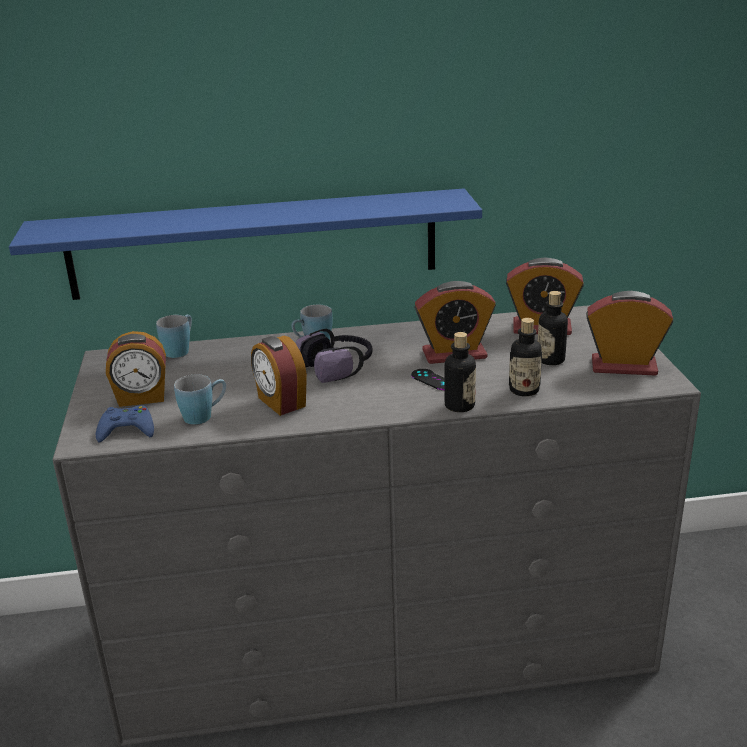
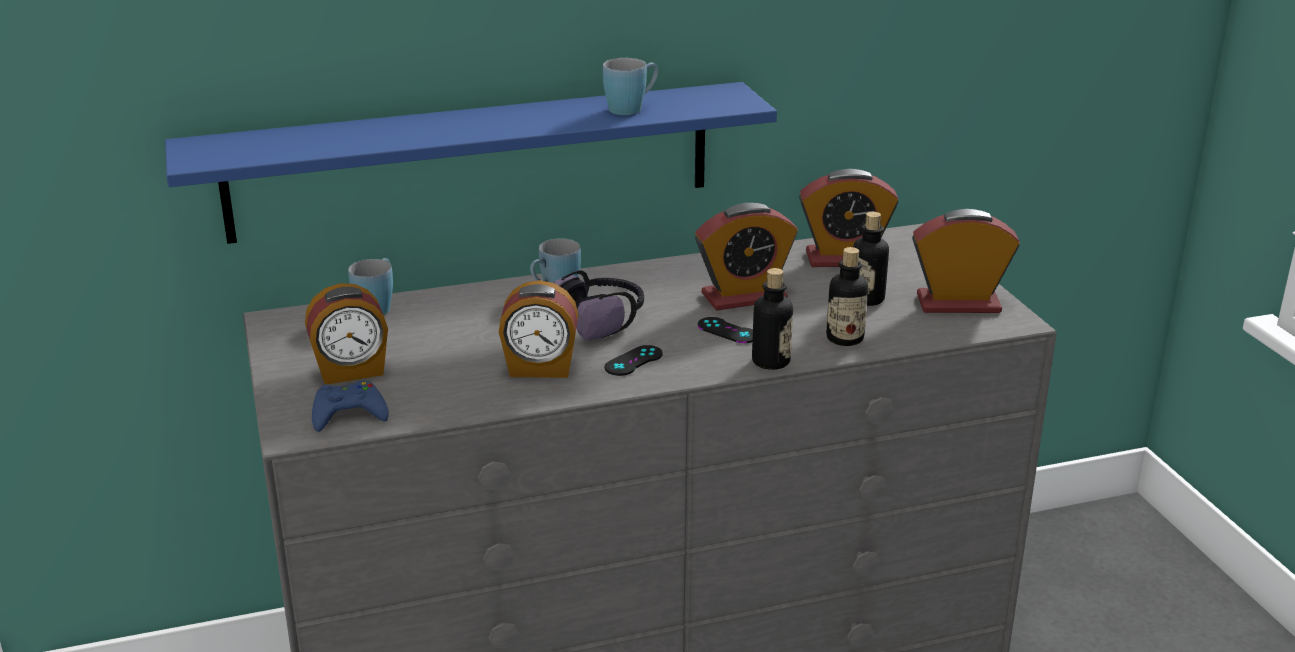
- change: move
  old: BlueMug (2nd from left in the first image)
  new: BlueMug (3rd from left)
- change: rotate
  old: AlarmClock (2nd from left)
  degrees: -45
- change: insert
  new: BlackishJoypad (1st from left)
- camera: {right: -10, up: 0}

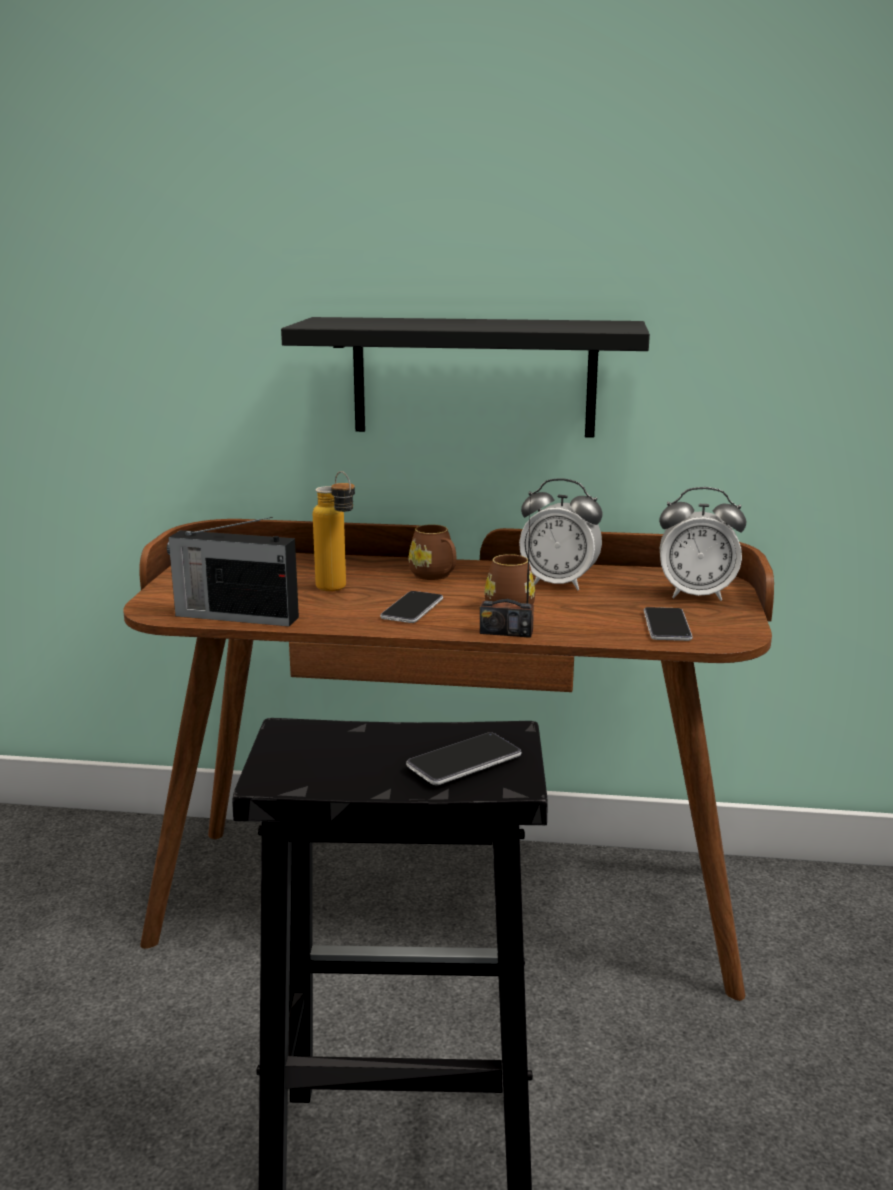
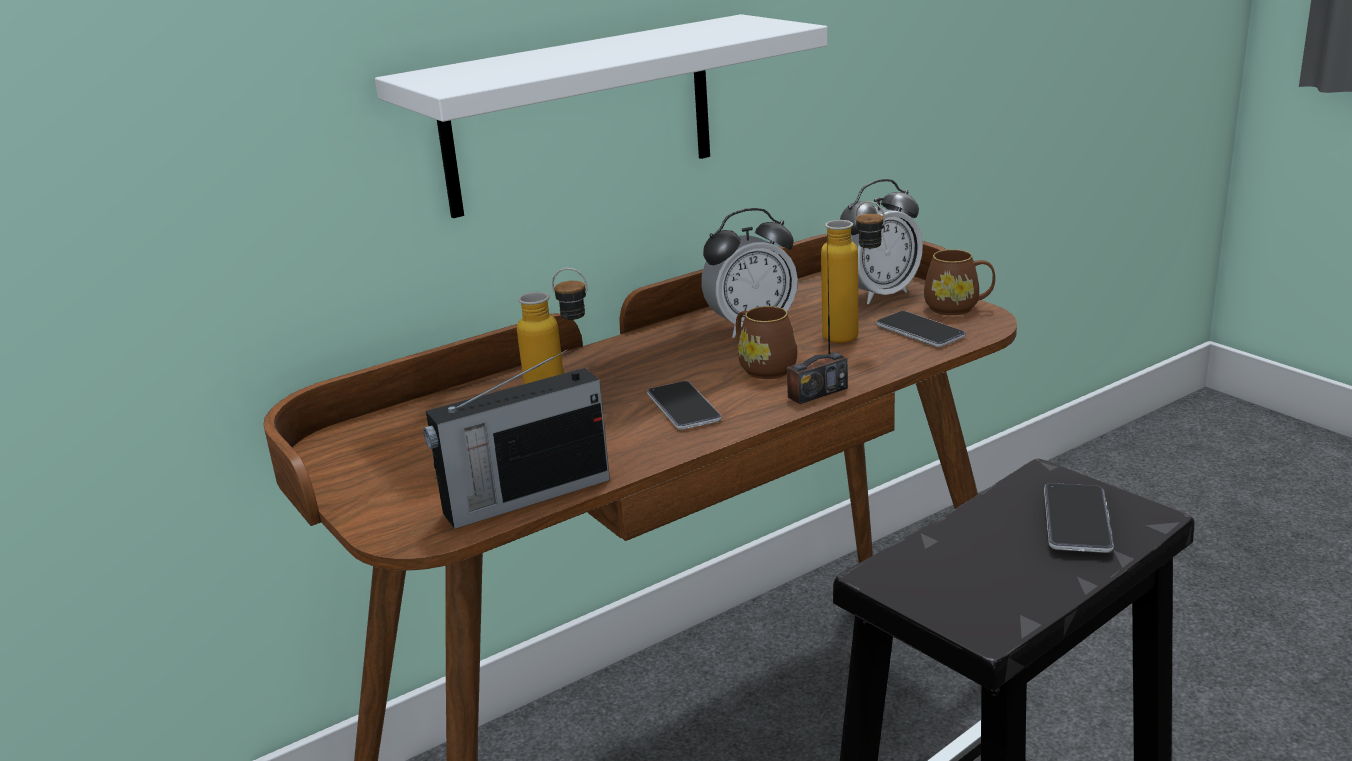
- change: recolor
  old: BlackishBracketShelf
  new: WhitishBracketShelf
- change: move
  old: BrownishMug (1st from left in the first image)
  new: BrownishMug (2nd from left)
- change: insert
  new: Bottle (2nd from left)
- camera: {right: -40, up: 5}

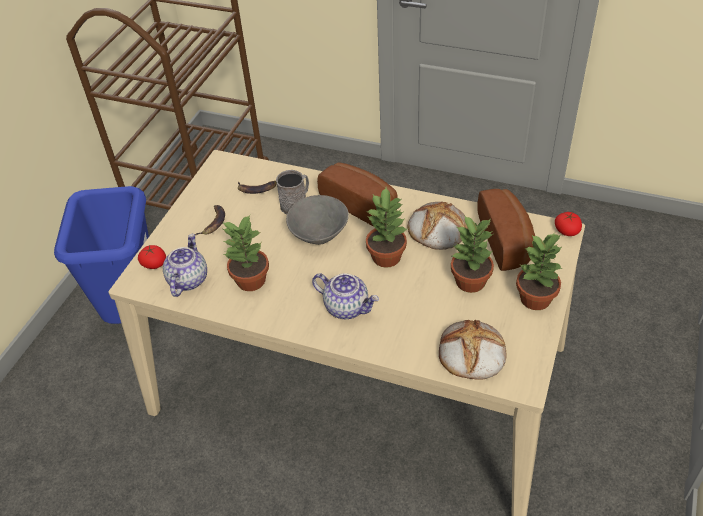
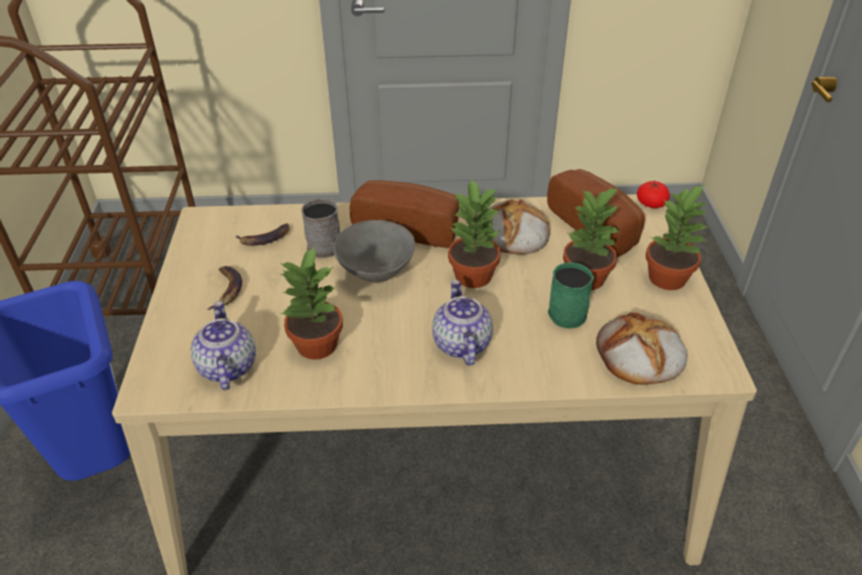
- change: delete
  old: Tomato (1st from left)
- change: rotate
  old: TeaPot (2nd from left)
  degrees: -105
- change: insert
  new: GreenColouredMug
- camera: {right: -25, up: -5}

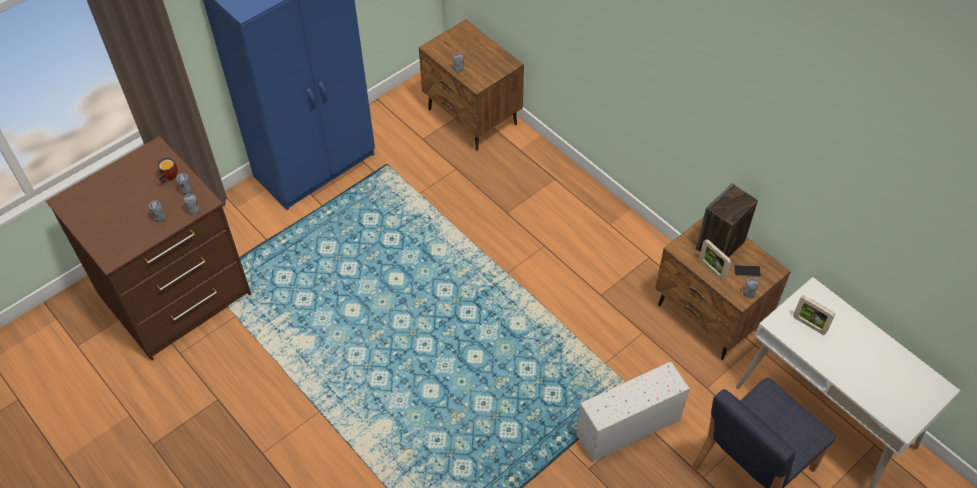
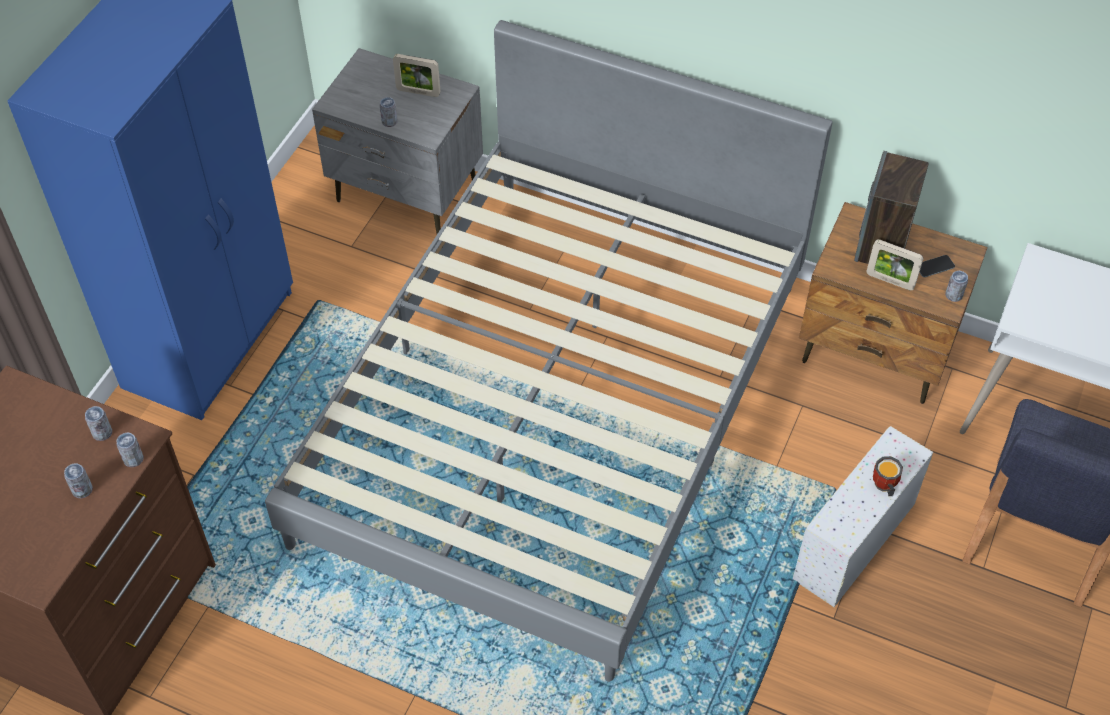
- change: move
  old: Mug
- change: recolor
  old: BrownishBedsideTable (1st from left)
  new: GrayBedsideTable
- change: move
  old: PhotoFrame (2nd from left in the first image)
  new: PhotoFrame (1st from left)
- change: insert
  new: GraySleepingBed
- camera: {right: -25, up: 0}

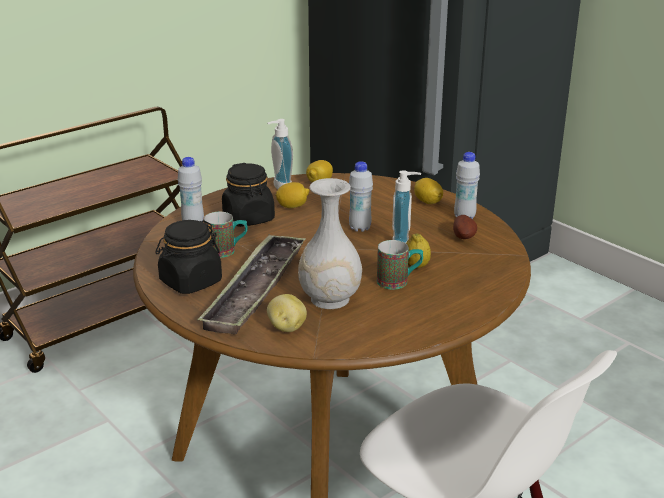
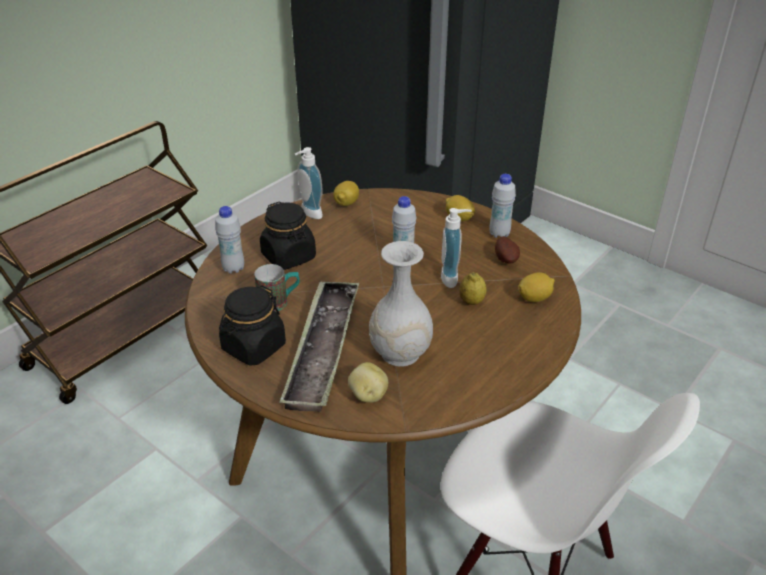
- change: move
  old: Lemon (1st from left in the first image)
  new: Lemon (4th from left)
- change: delete
  old: Mug (2nd from left)
- camera: {right: -10, up: 10}

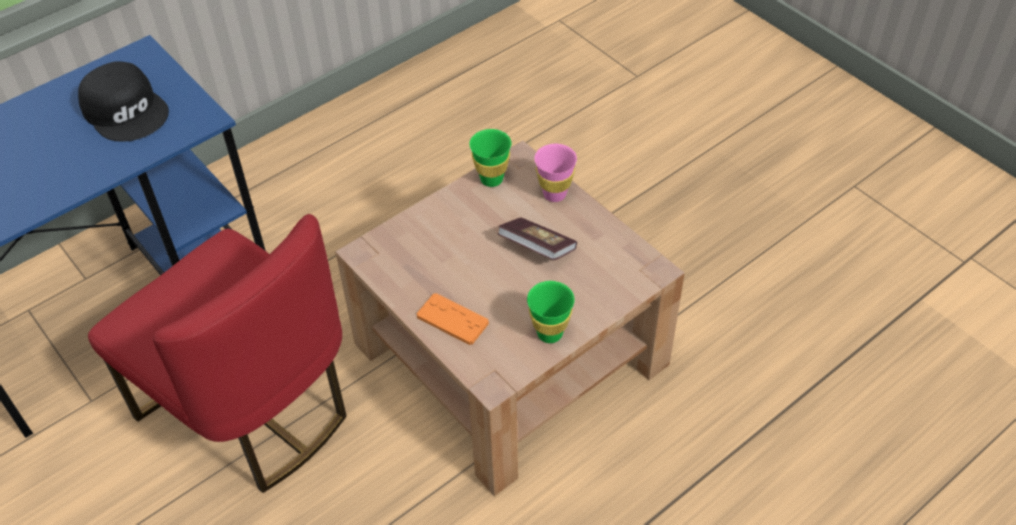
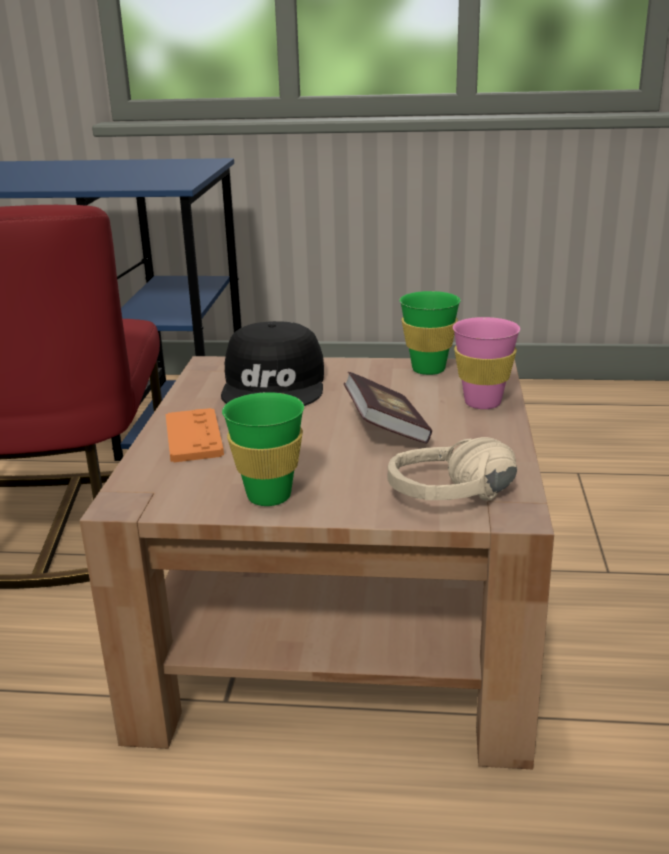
- change: move
  old: BlackishBaseballCap
- change: insert
  new: BeigePairOfHeadphones
- camera: {right: 45, up: -25}

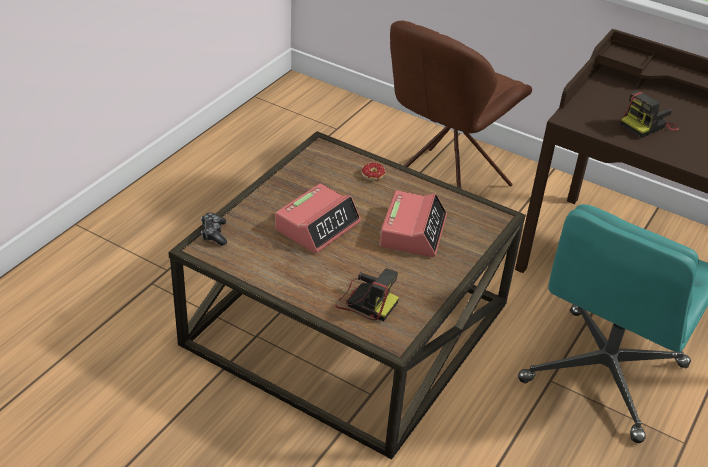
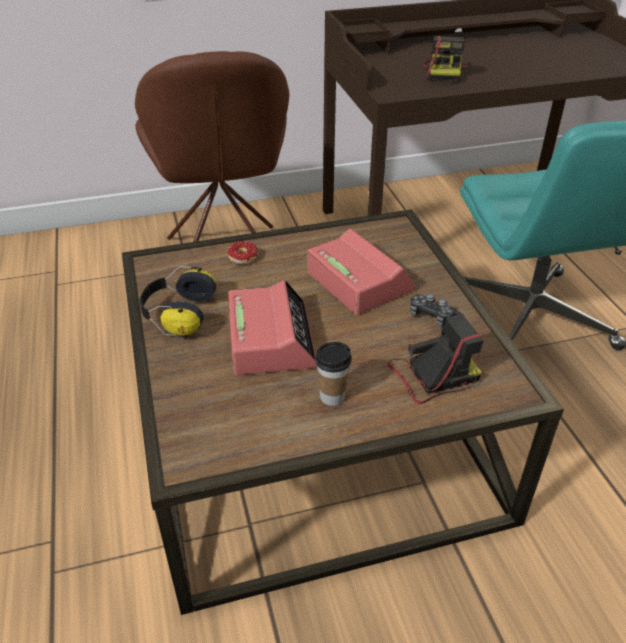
- change: move
  old: Joypad
- change: insert
  new: PairOfHeadphones
- change: insert
  new: DrinkingCup
- camera: {right: -45, up: 0}

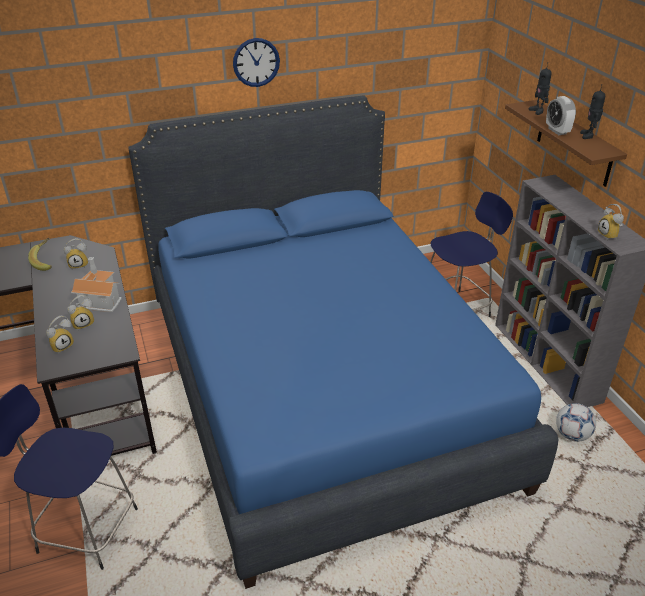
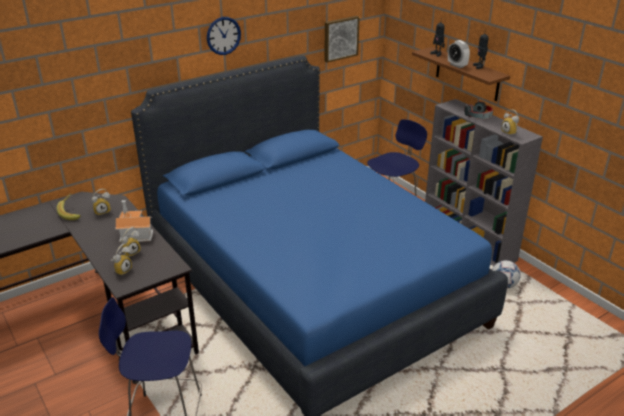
- change: insert
  new: WallPicture
- change: insert
  new: PairOfHeadphones
- camera: {right: -15, up: -5}

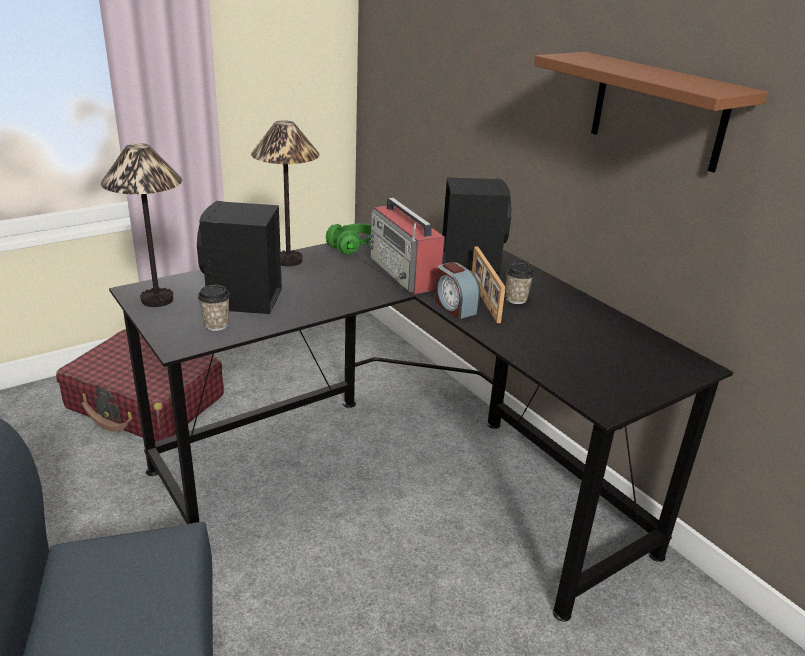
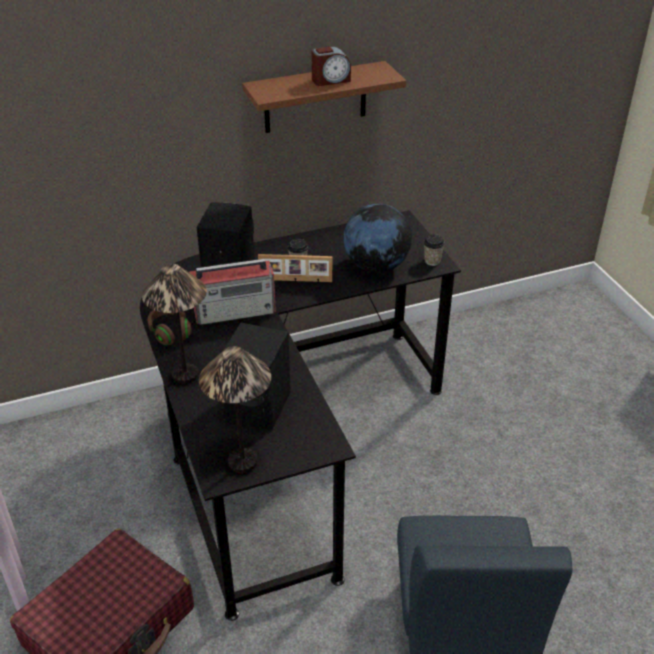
- change: move
  old: DrinkingCup (1st from left in the first image)
  new: DrinkingCup (2nd from left)
- change: recolor
  old: GreenColouredPairOfHeadphones
  new: BrownishPairOfHeadphones
- change: move
  old: AlarmClock
- change: insert
  new: Globe
- camera: {right: -75, up: 10}

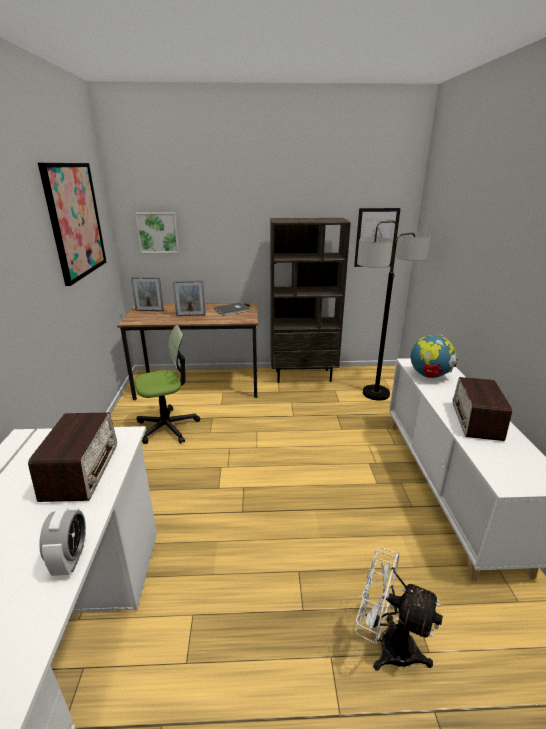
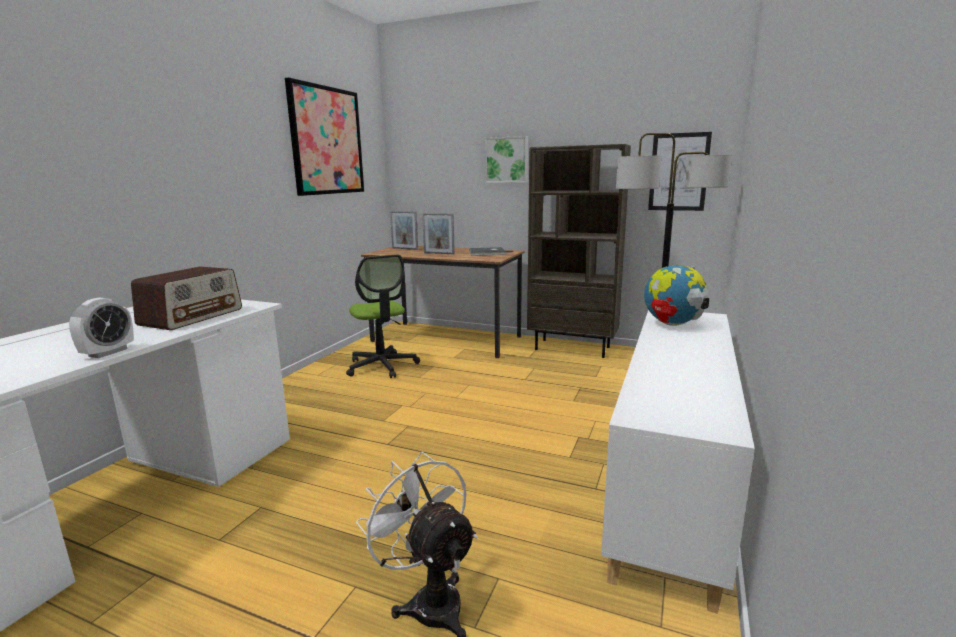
- change: move
  old: WallPicture (2nd from left)
- change: rotate
  old: OfficeChair
  degrees: 60
- change: delete
  old: Radio (2nd from left)
- camera: {right: 25, up: -10}

